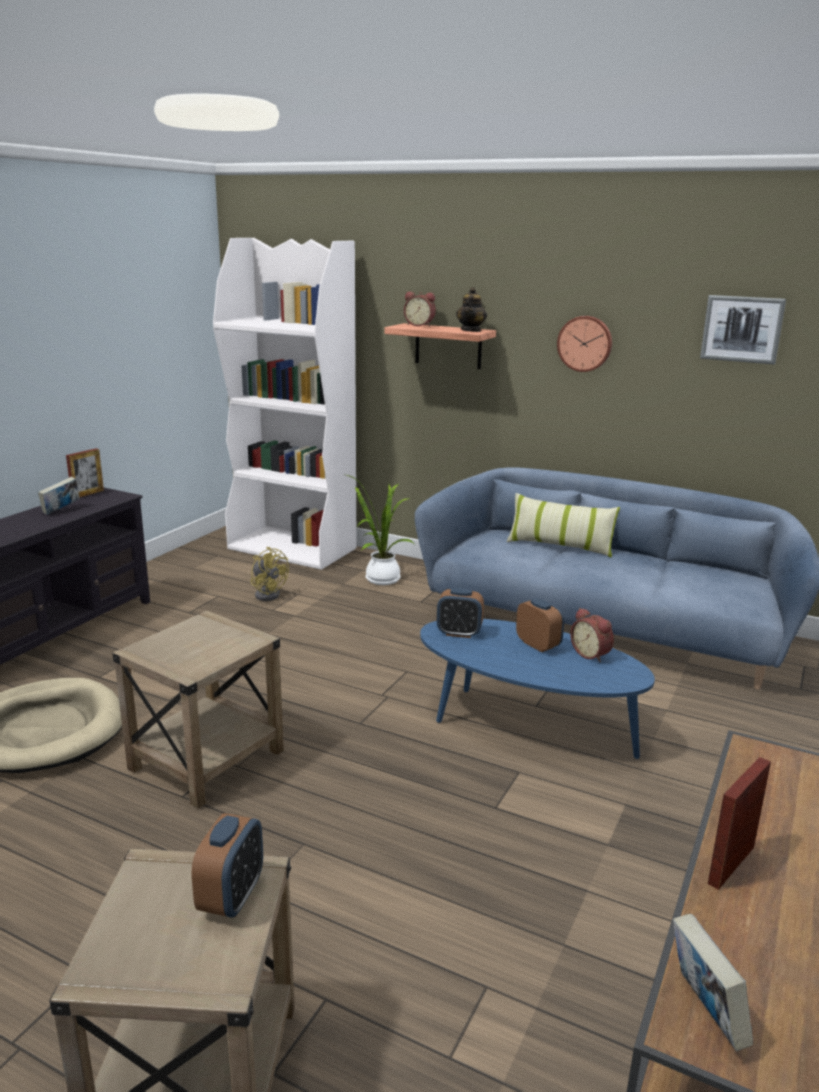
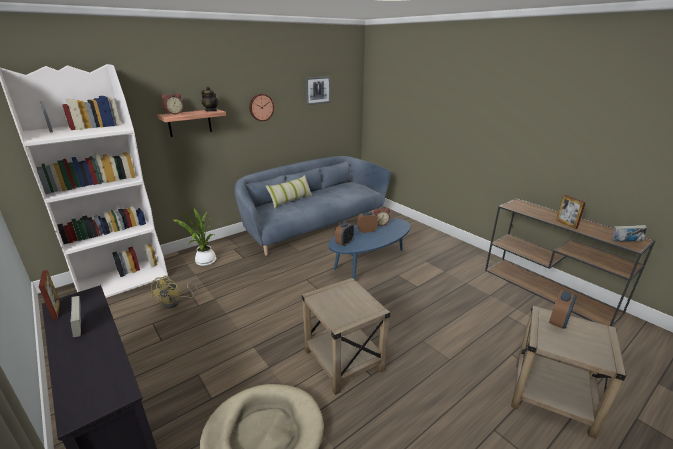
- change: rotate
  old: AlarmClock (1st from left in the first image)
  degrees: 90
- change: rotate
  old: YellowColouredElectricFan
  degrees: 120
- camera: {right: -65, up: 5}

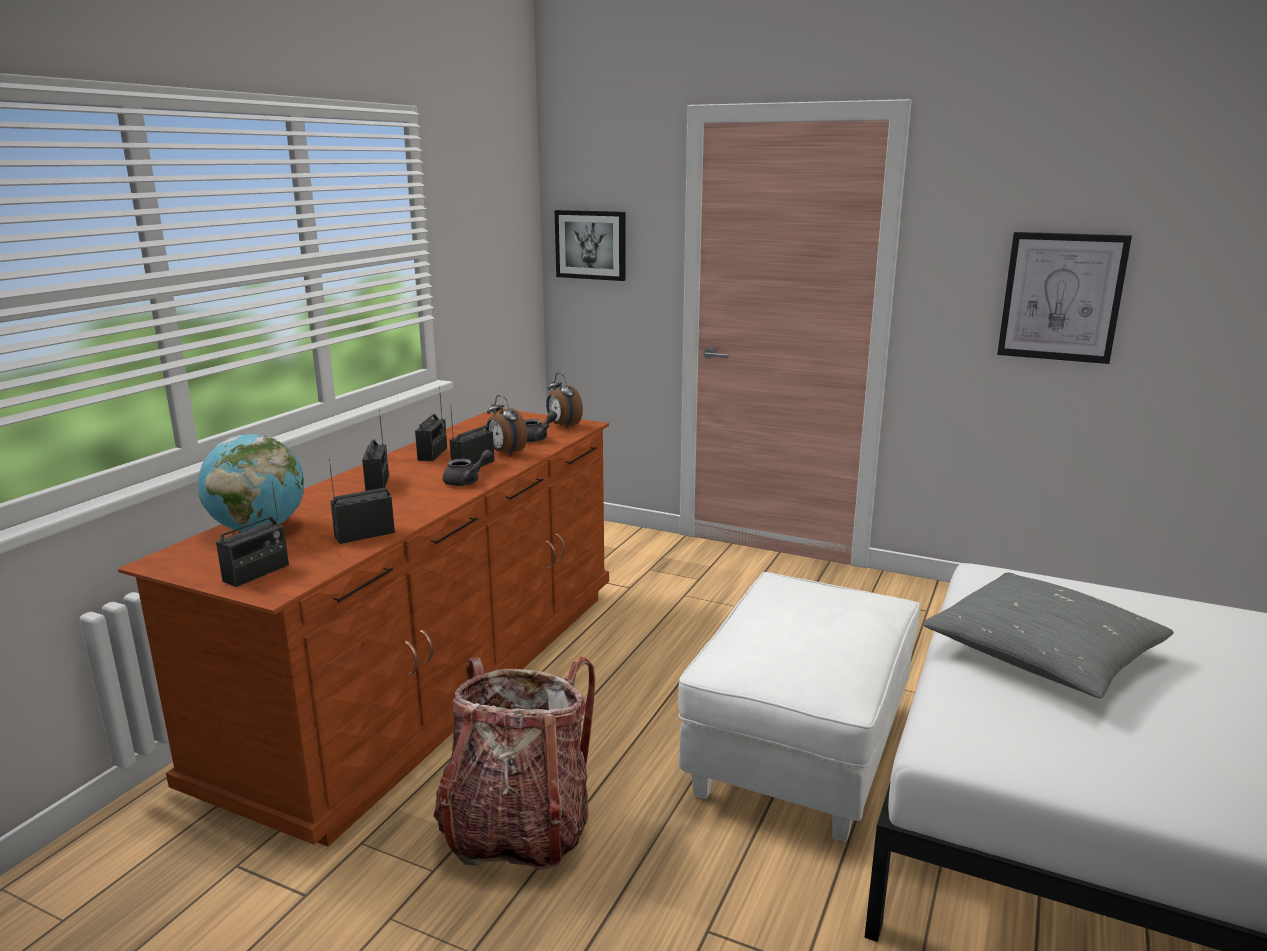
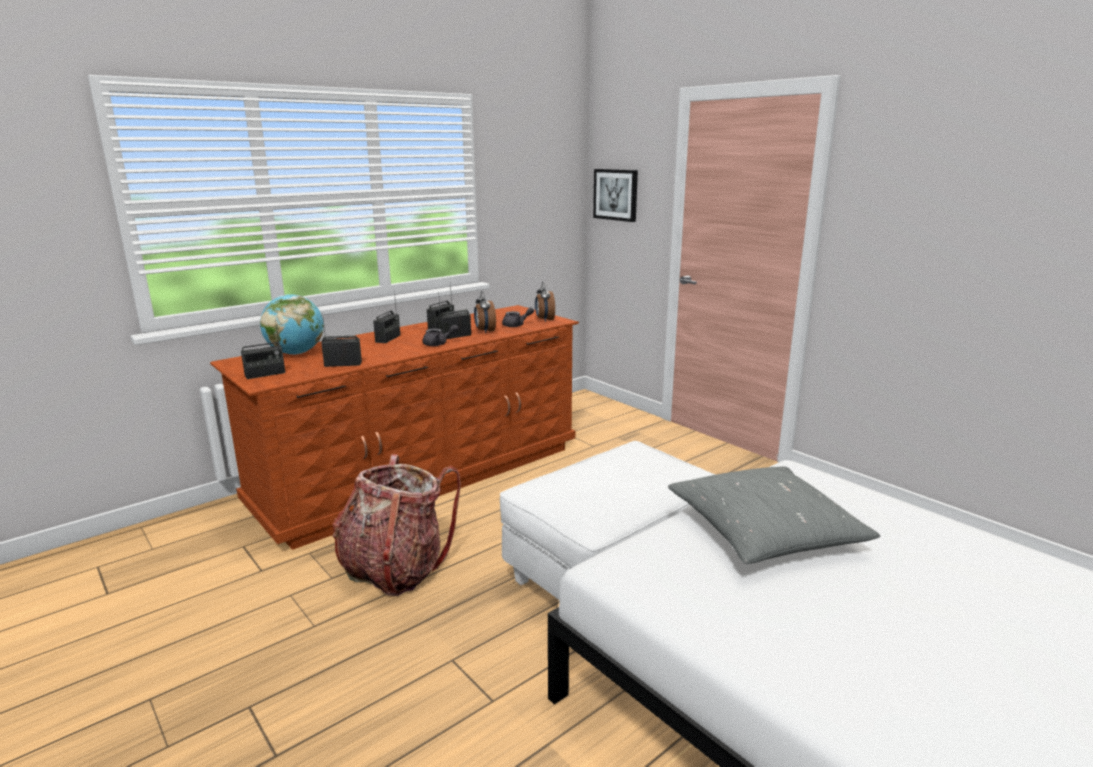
- change: delete
  old: WallPicture (2nd from left)
- camera: {right: 25, up: 0}

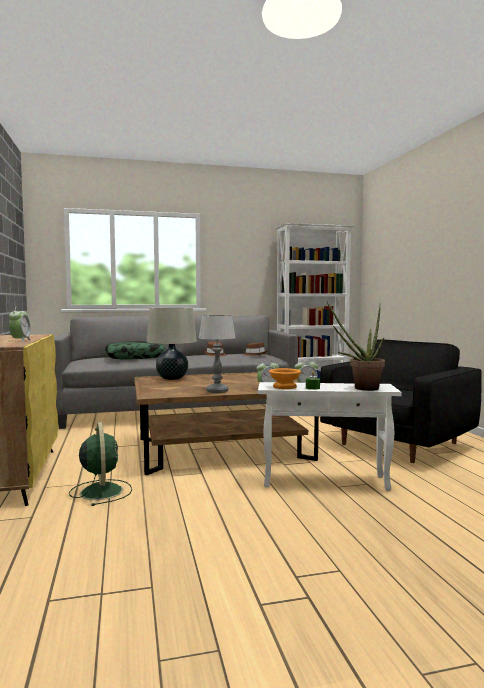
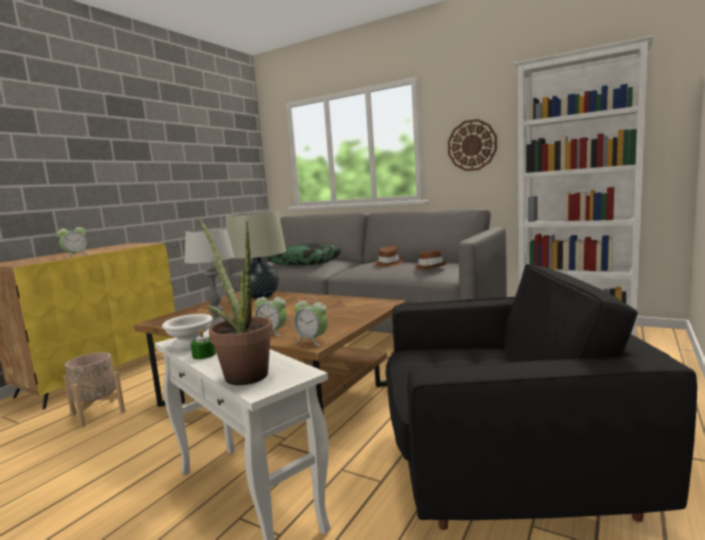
- change: replace
  old: GreenColouredElectricFan
  new: BeigeFlowerPot
- change: recolor
  old: OrangeyDeepDish
  new: WhitishDeepDish
- change: insert
  new: ClockOnTheWall
- camera: {right: 45, up: 5}

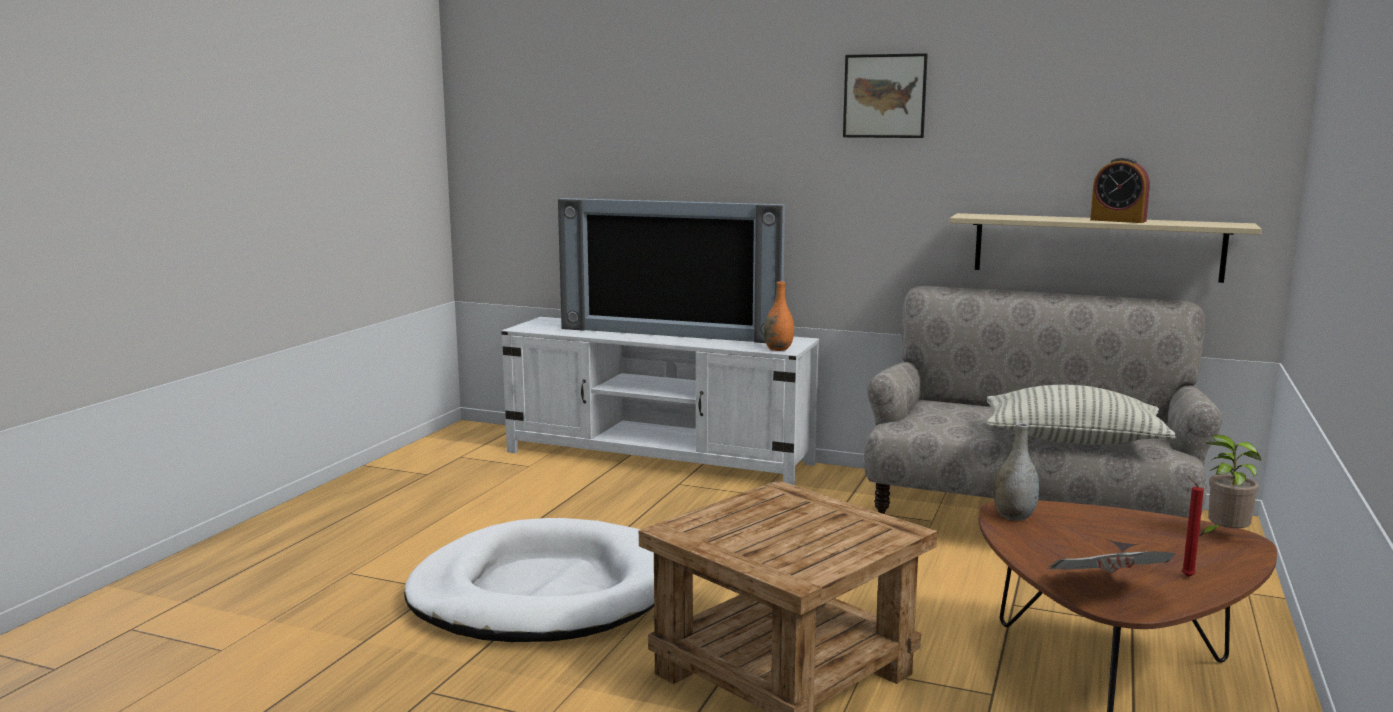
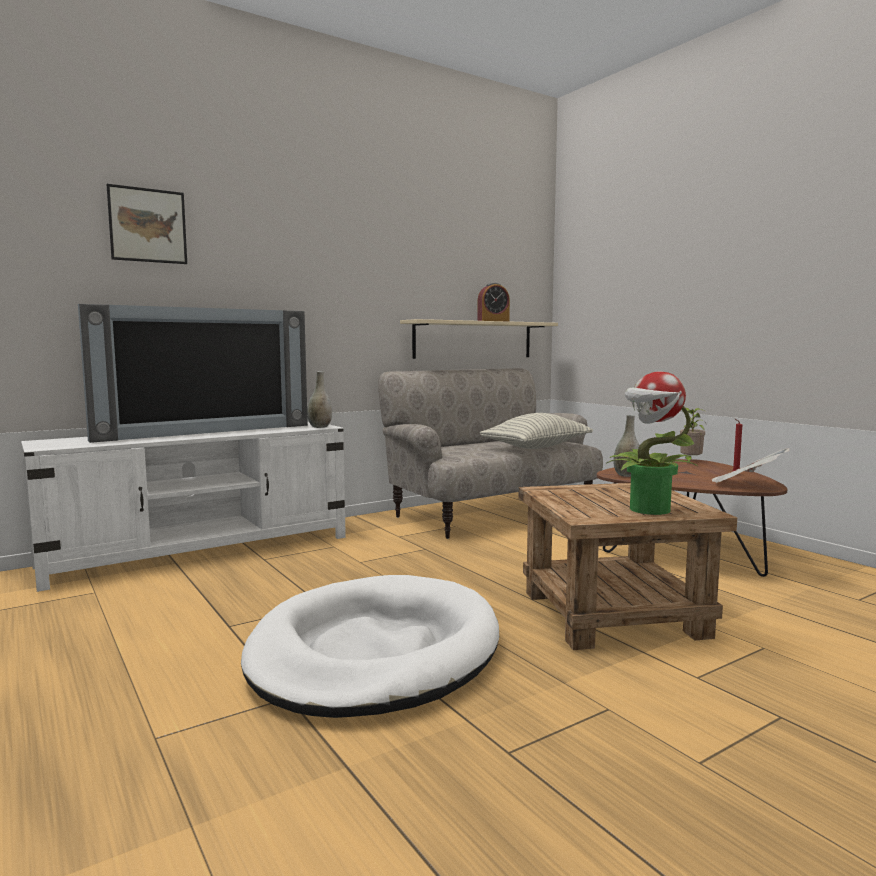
- change: recolor
  old: OrangeyVase
  new: GrayVase (1st from left)
- change: move
  old: WallPicture
- change: insert
  new: Houseplant (1st from left)
- camera: {right: -55, up: -5}

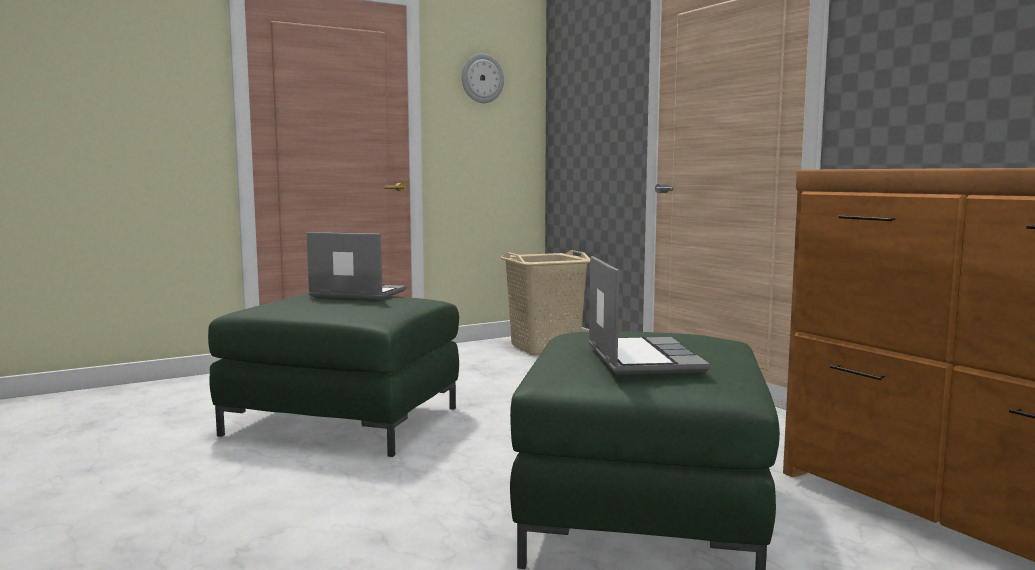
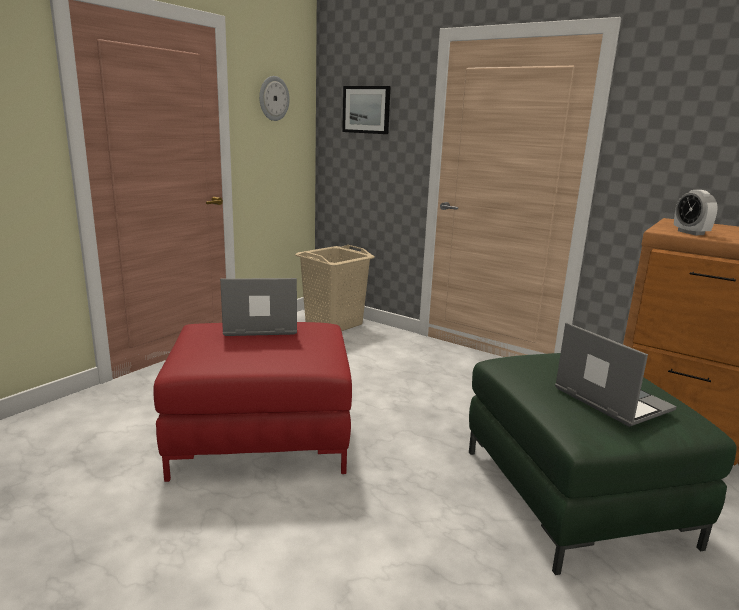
- change: recolor
  old: GreenColouredFootrest (1st from left)
  new: RedFootrest
- change: insert
  new: WallPicture
- change: insert
  new: AlarmClock
- camera: {right: -25, up: 10}

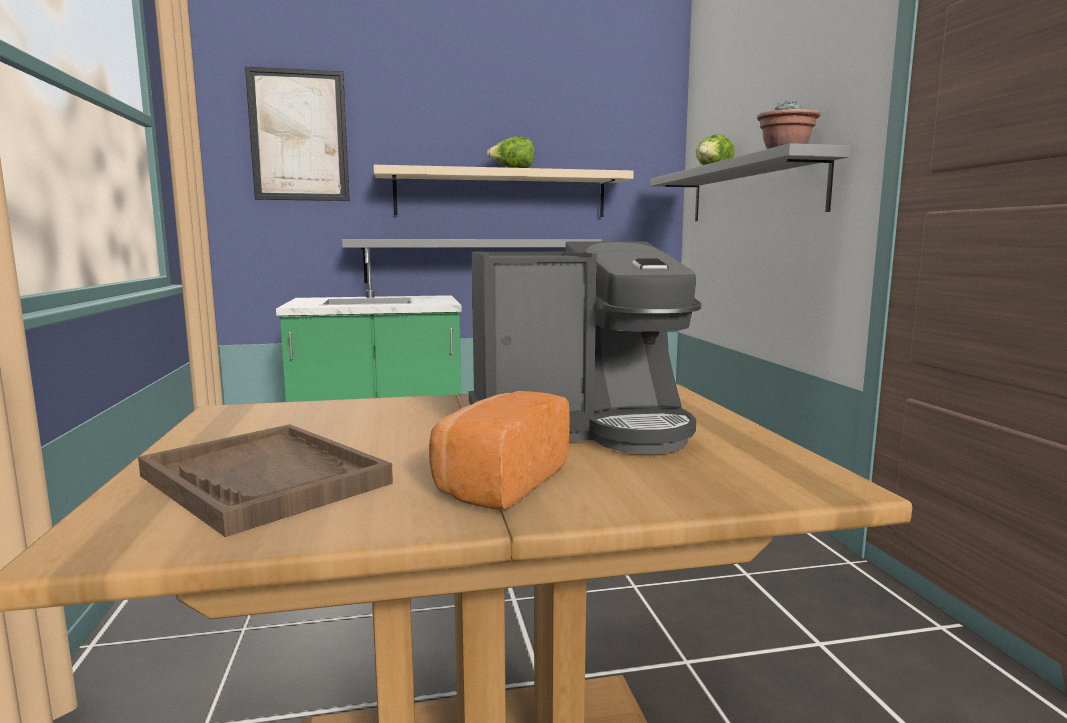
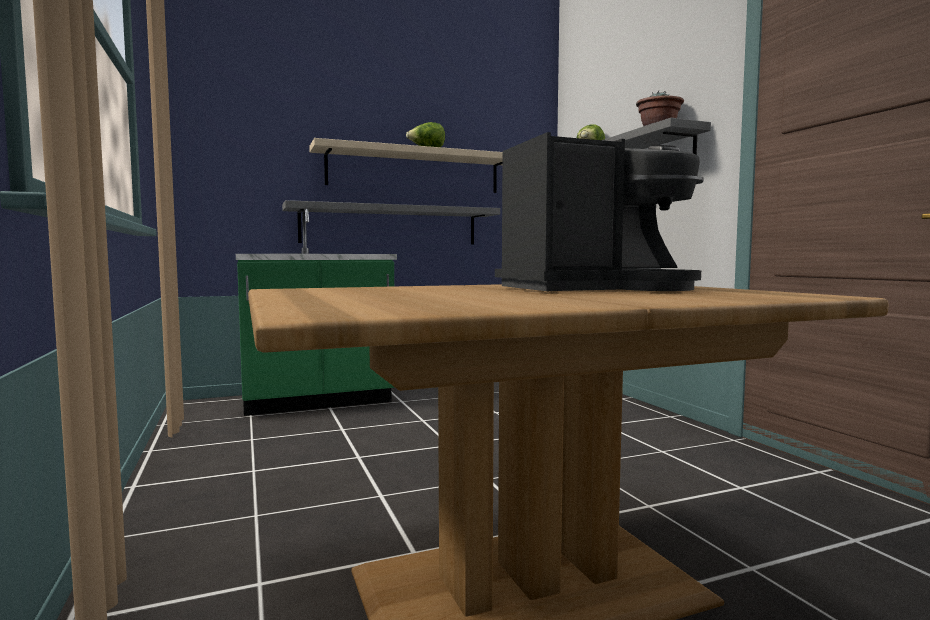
- change: delete
  old: BrownishCarryingTray
- change: delete
  old: WallPicture
- change: delete
  old: Bread
- camera: {right: -10, up: -5}

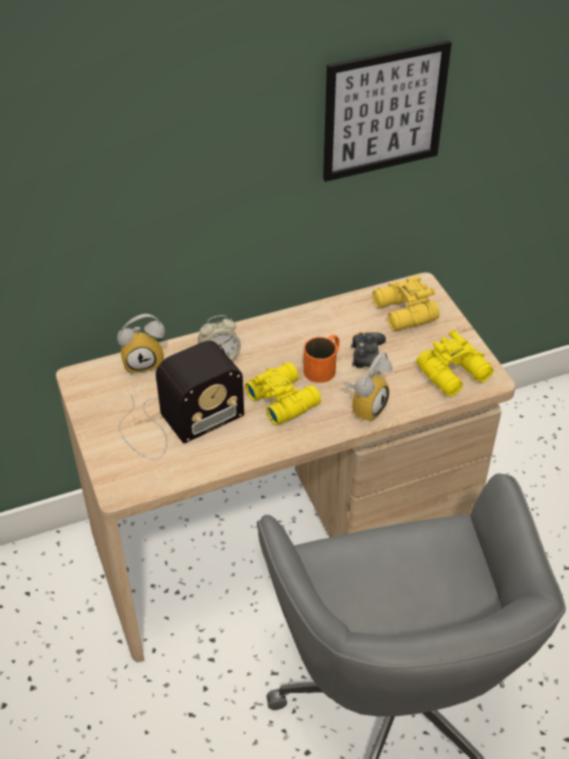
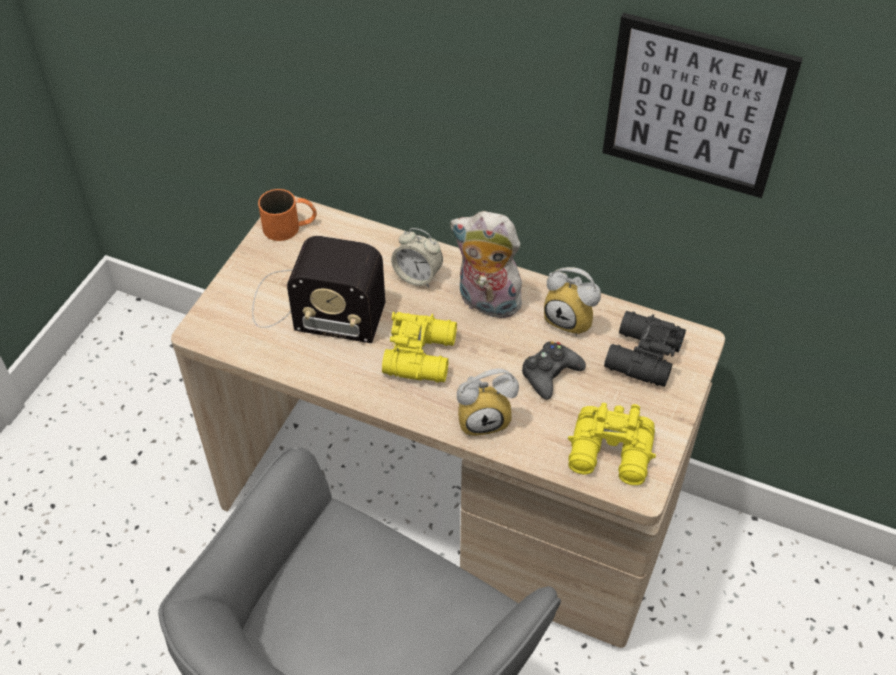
- change: move
  old: AlarmClock (1st from left in the first image)
  new: AlarmClock (3rd from left)
- change: move
  old: OrangeyMug
- change: recolor
  old: YellowColouredPairOfBinoculars (2nd from left)
  new: BlackishPairOfBinoculars
- change: insert
  new: SoftToy
- camera: {right: 45, up: 5}

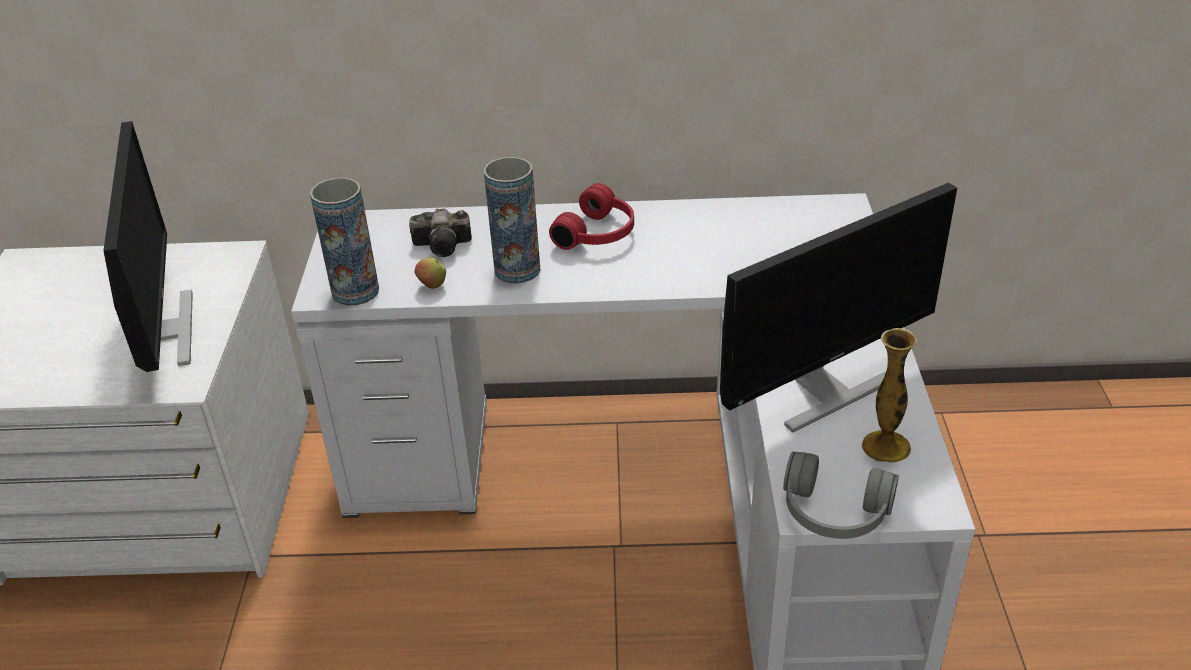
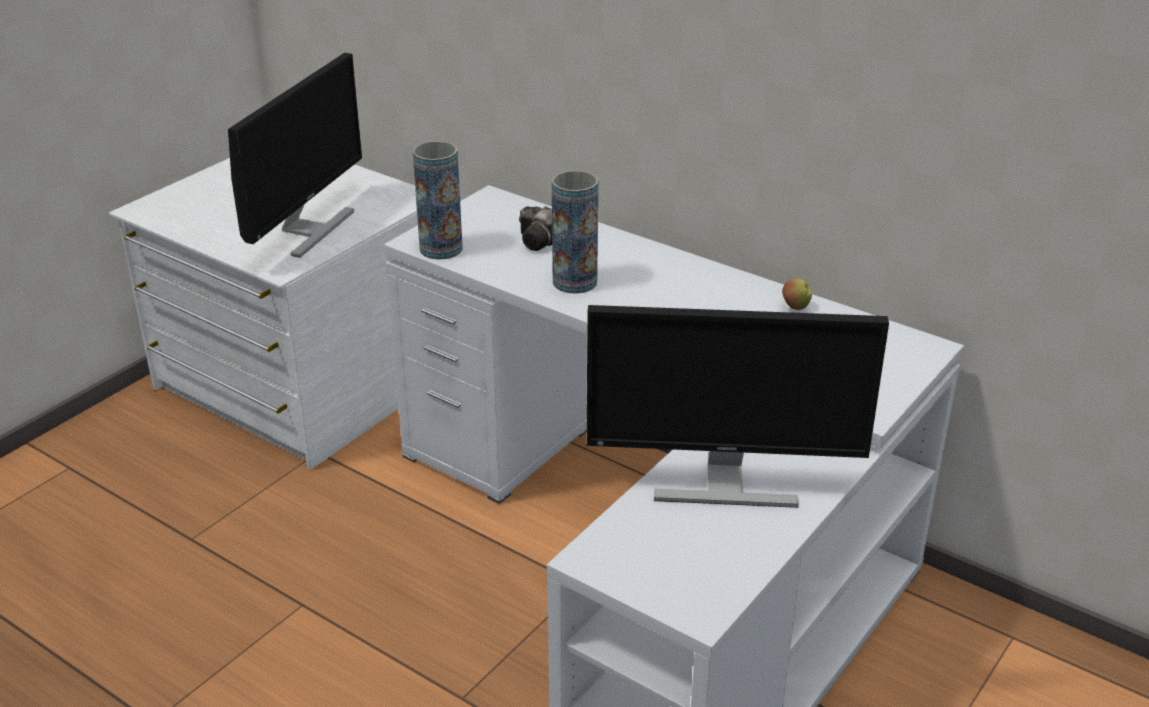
- change: move
  old: WholeApple
- change: delete
  old: RedPairOfHeadphones
- change: delete
  old: GrayPairOfHeadphones
- change: delete
  old: Vase (3rd from left)
- camera: {right: 35, up: -5}

